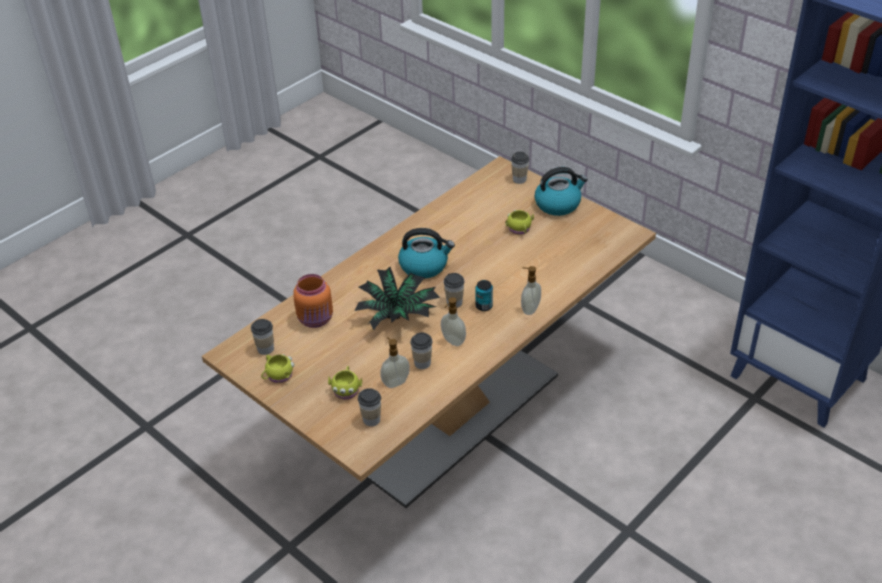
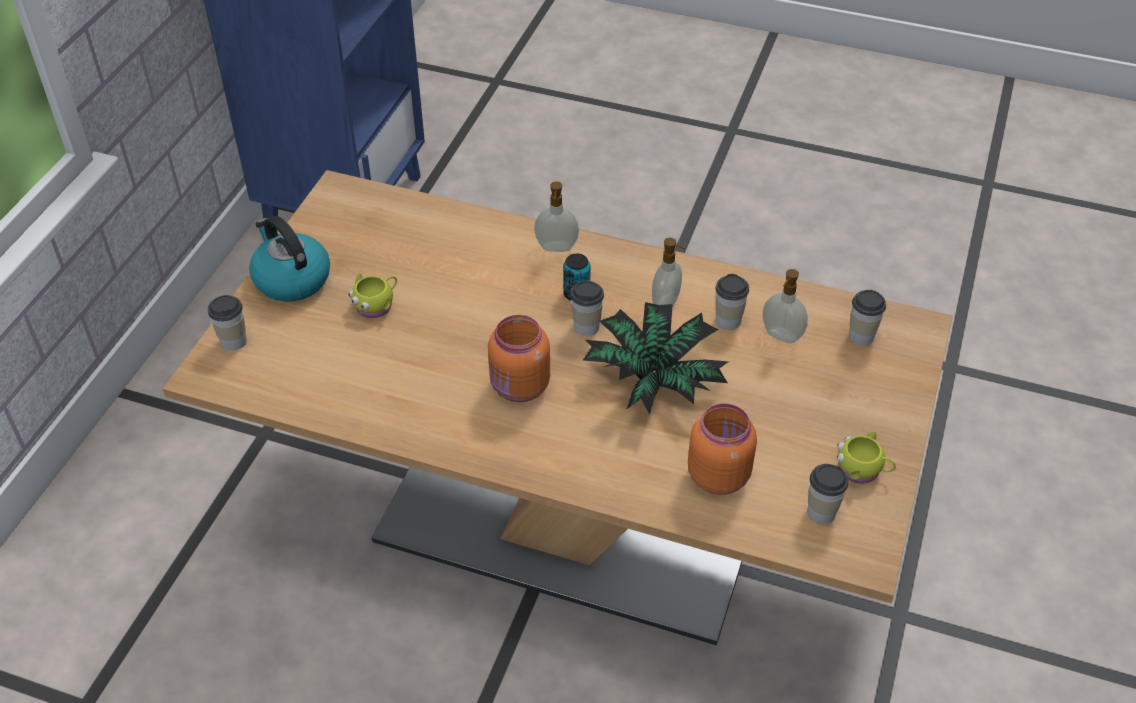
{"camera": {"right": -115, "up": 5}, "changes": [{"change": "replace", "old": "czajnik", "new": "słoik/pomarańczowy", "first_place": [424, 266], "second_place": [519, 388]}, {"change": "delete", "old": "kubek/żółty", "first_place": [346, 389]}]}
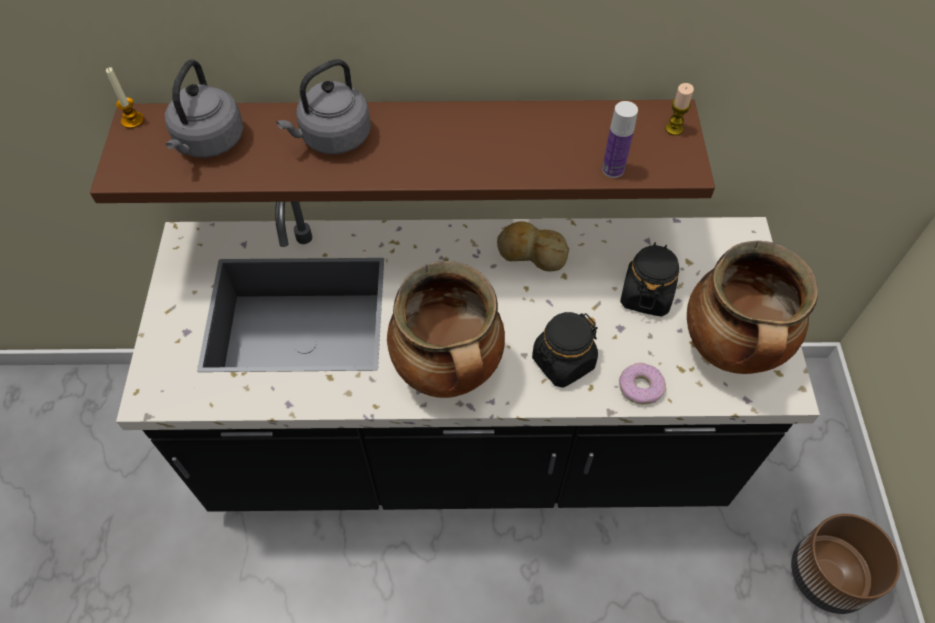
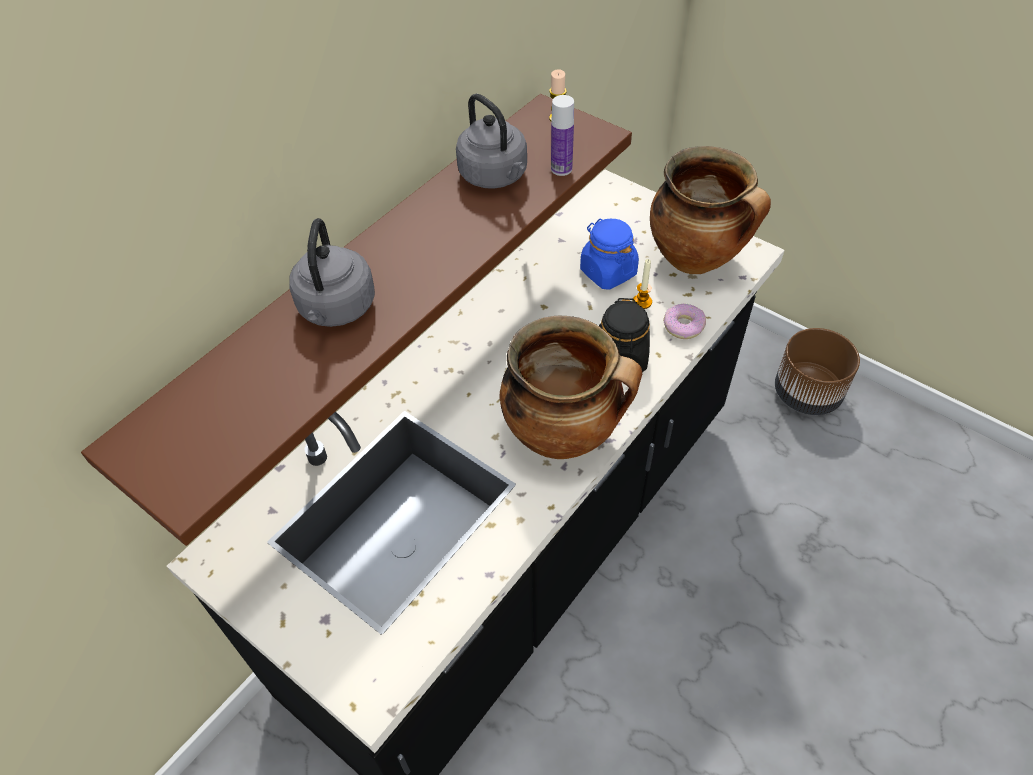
{"camera": {"right": -50, "up": -5}, "changes": [{"change": "move", "old": "czajnik/szary", "first_place": [209, 143], "second_place": [495, 176]}, {"change": "move", "old": "świeca", "first_place": [132, 120], "second_place": [642, 302]}, {"change": "delete", "old": "chleb", "first_place": [531, 253]}, {"change": "recolor", "old": "słoik/czarny", "new": "słoik/niebieski", "first_place": [646, 295], "second_place": [607, 272]}]}
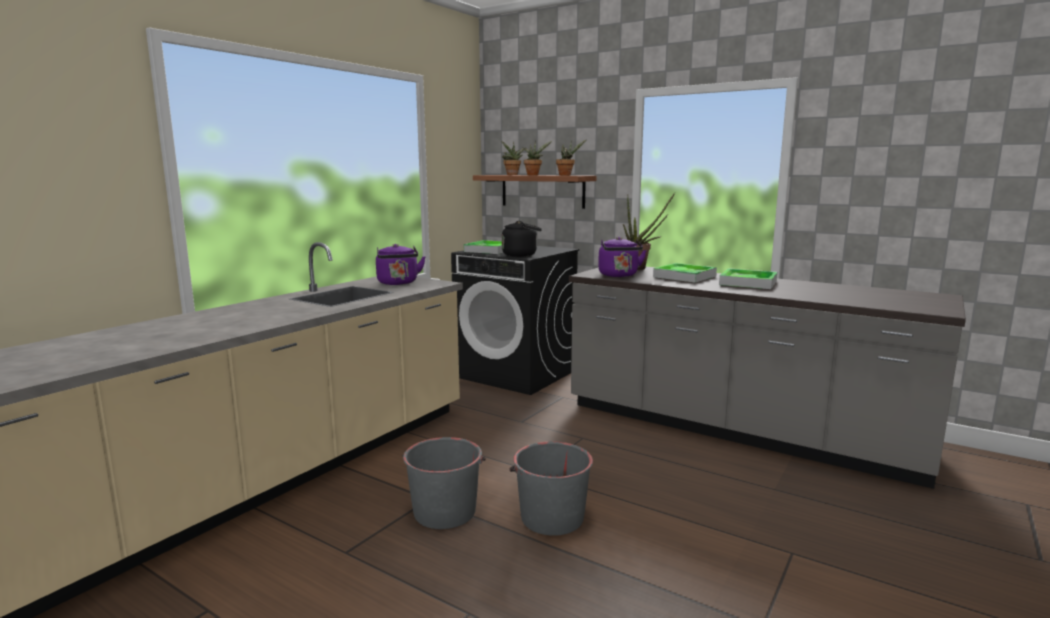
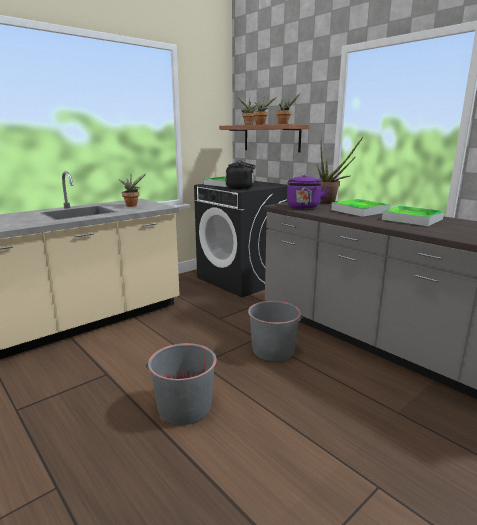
{"camera": {"right": 15, "up": 5}, "changes": [{"change": "replace", "old": "czajnik/fioletowy", "new": "roślina doniczkowa", "first_place": [398, 283], "second_place": [132, 205]}, {"change": "move", "old": "wiadro/szary", "first_place": [444, 512], "second_place": [273, 350]}]}
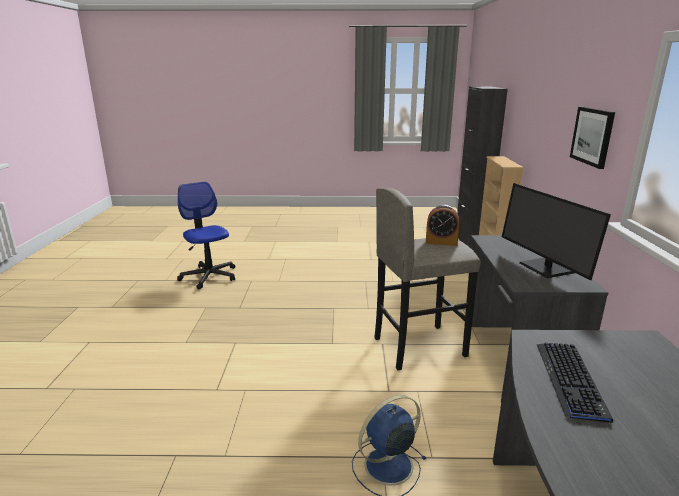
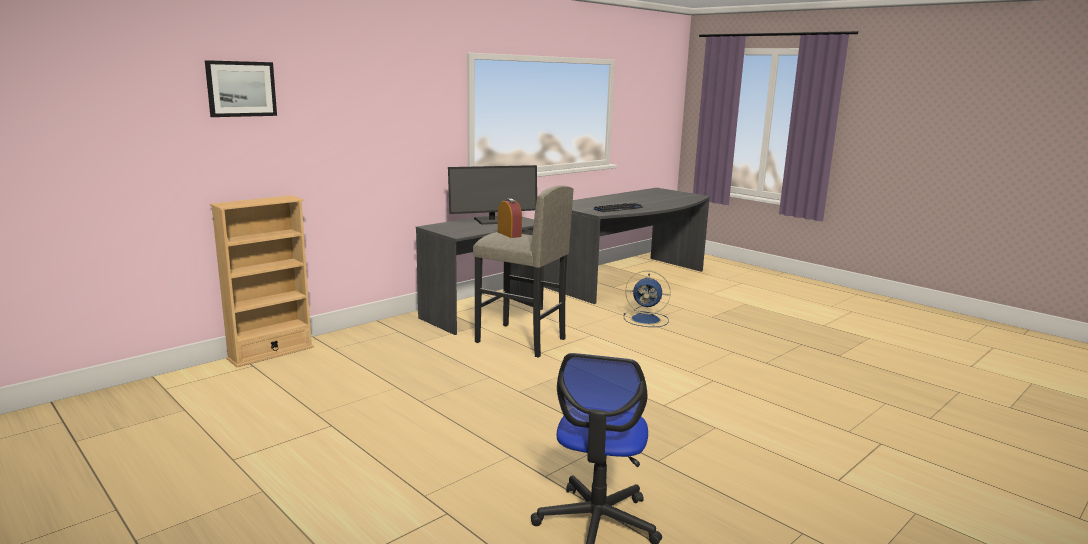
{"camera": {"right": -135, "up": -5}, "changes": [{"change": "delete", "old": "szafka/czarny", "first_place": [470, 242]}, {"change": "move", "old": "obraz", "first_place": [592, 136], "second_place": [241, 89]}, {"change": "rotate", "old": "monitor", "first_place": [547, 267], "second_place": [492, 221], "degrees": 45}]}
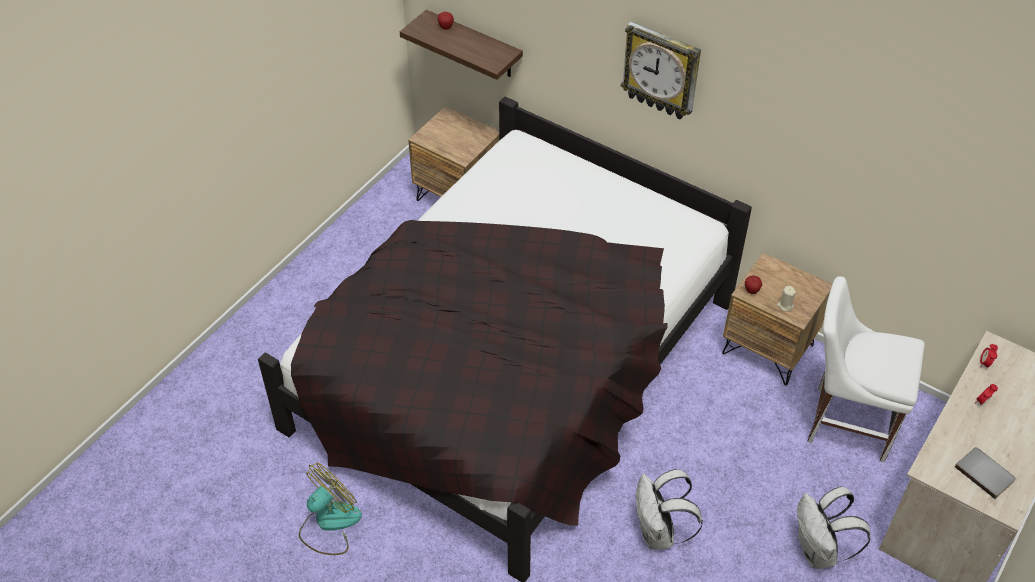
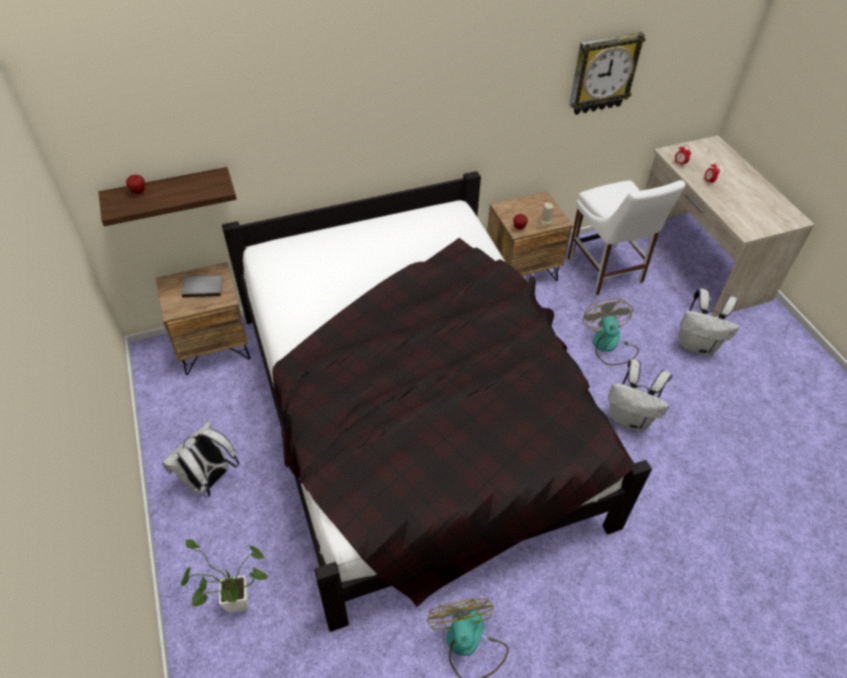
{"camera": {"right": -55, "up": 0}, "changes": [{"change": "move", "old": "zegar ścienny", "first_place": [661, 71], "second_place": [603, 73]}, {"change": "rotate", "old": "krzesło/biały", "first_place": [845, 421], "second_place": [606, 272], "degrees": -75}, {"change": "move", "old": "książka/szary", "first_place": [985, 473], "second_place": [203, 286]}, {"change": "insert", "new": "wentylator", "second_place": [609, 346]}, {"change": "insert", "new": "plecak/biały", "second_place": [209, 480]}, {"change": "insert", "new": "roślina doniczkowa", "second_place": [233, 604]}]}
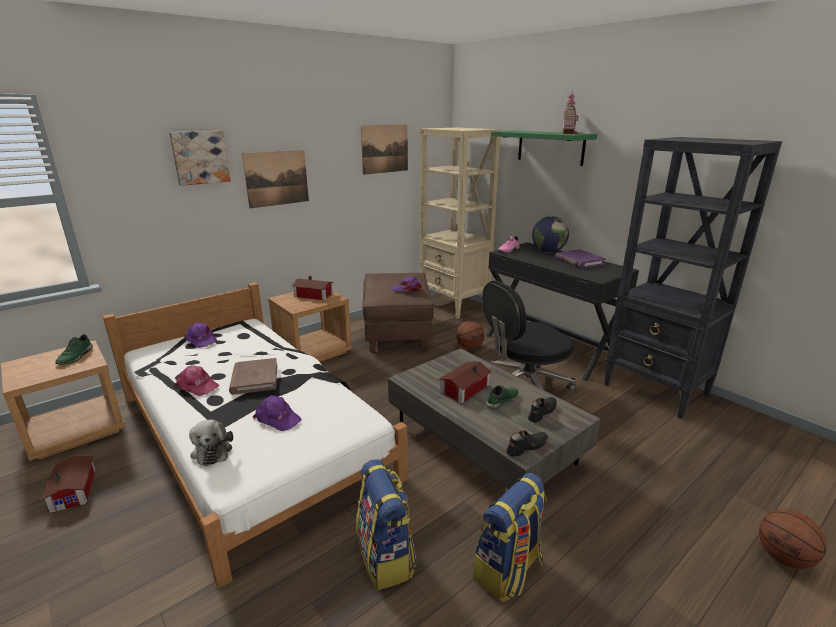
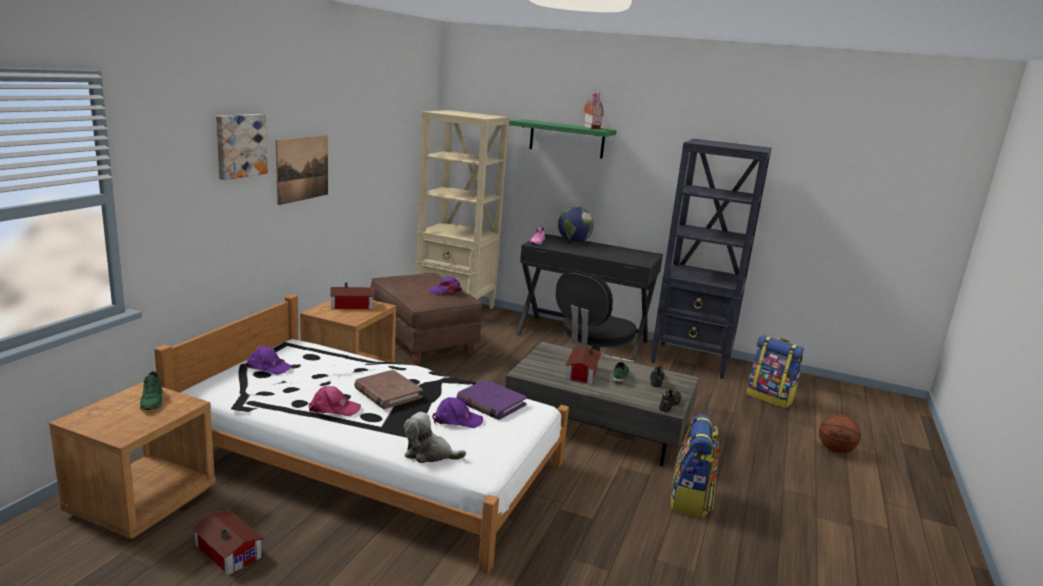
{"camera": {"right": -30, "up": -5}, "changes": [{"change": "delete", "old": "obraz", "first_place": [385, 149]}, {"change": "move", "old": "książka/fioletowy", "first_place": [579, 261], "second_place": [490, 403]}, {"change": "delete", "old": "piłka do koszykówki", "first_place": [469, 347]}, {"change": "rotate", "old": "pluszak", "first_place": [212, 450], "second_place": [429, 454], "degrees": 150}, {"change": "move", "old": "plecak", "first_place": [386, 557], "second_place": [770, 398]}]}
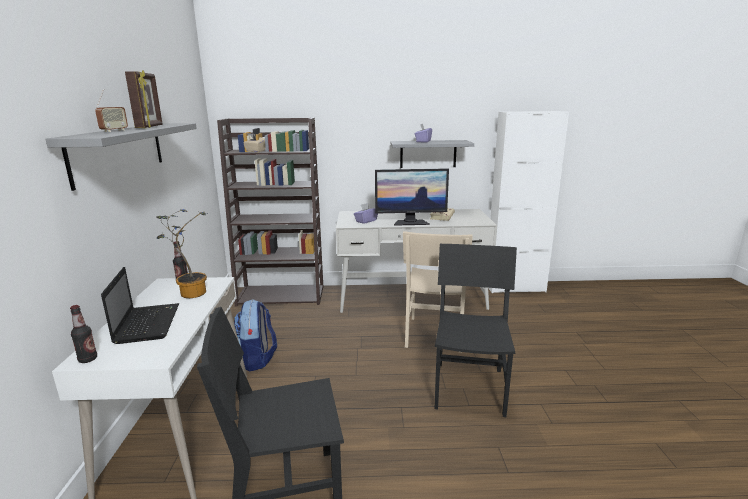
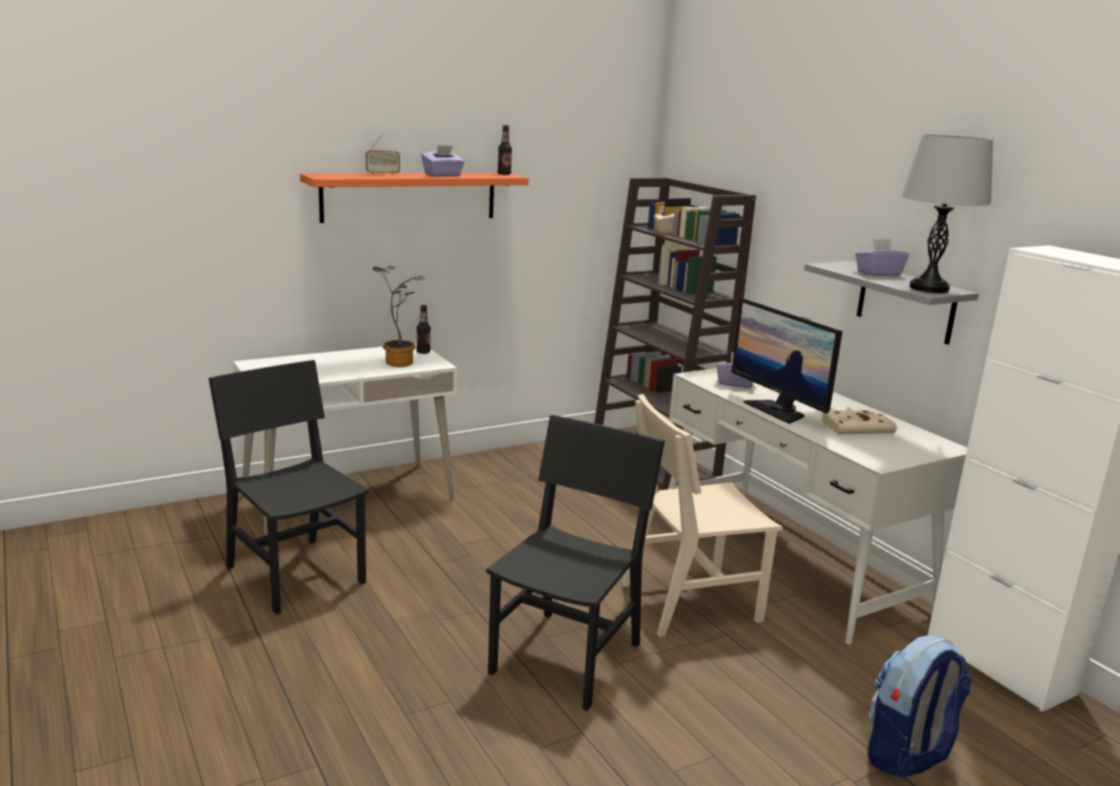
{"camera": {"right": 60, "up": 0}, "changes": [{"change": "replace", "old": "ramka na zdjęcie", "new": "pudełko chusteczek/fioletowy", "first_place": [150, 127], "second_place": [443, 175]}, {"change": "recolor", "old": "półka/szary", "new": "półka/pomarańczowy", "first_place": [119, 151], "second_place": [410, 196]}, {"change": "rotate", "old": "krzesło/czarny", "first_place": [469, 388], "second_place": [566, 658], "degrees": -45}, {"change": "delete", "old": "laptop", "first_place": [147, 323]}, {"change": "move", "old": "plecak", "first_place": [257, 359], "second_place": [907, 755]}, {"change": "move", "old": "butelka", "first_place": [88, 359], "second_place": [504, 174]}, {"change": "insert", "new": "lampa stołowa/szary", "second_place": [928, 288]}]}
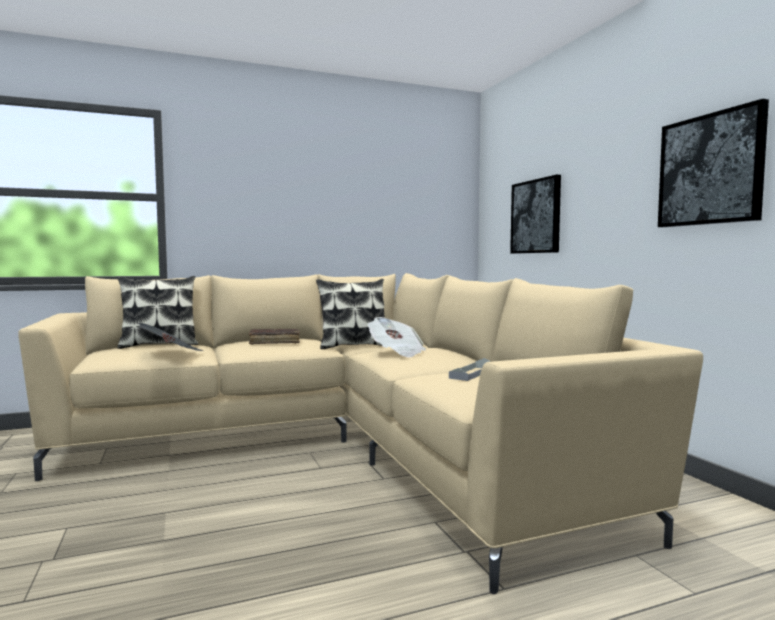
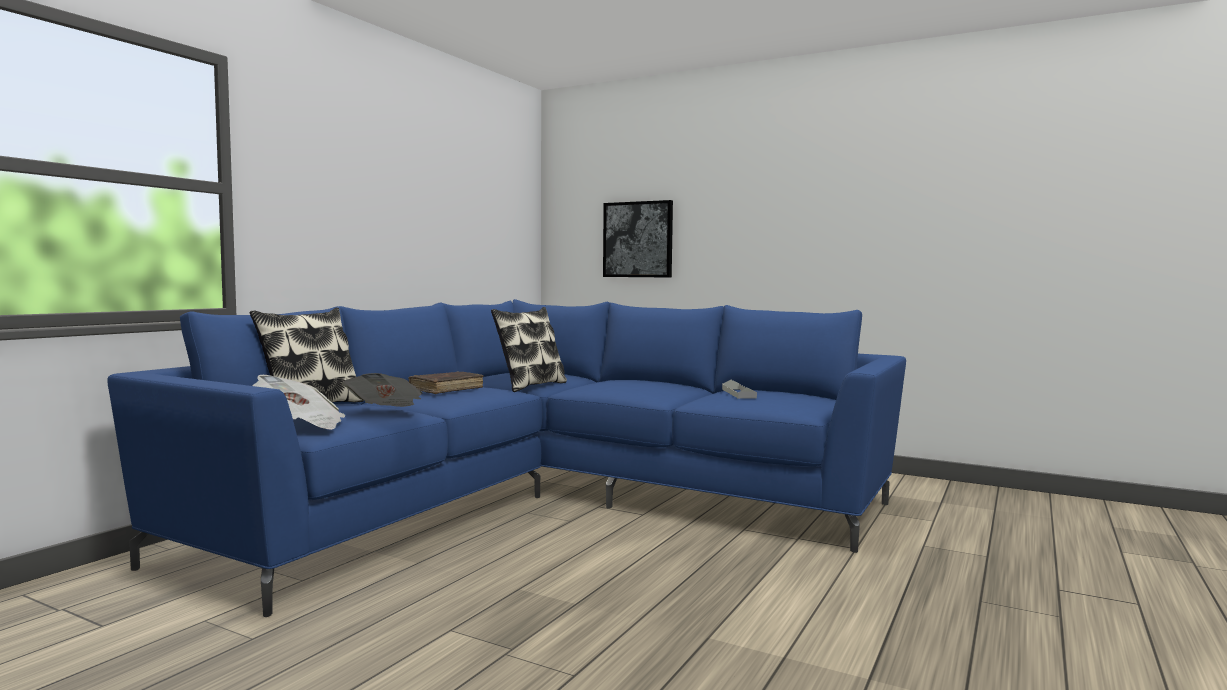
{"camera": {"right": -40, "up": 0}, "changes": [{"change": "delete", "old": "obraz", "first_place": [710, 170]}, {"change": "recolor", "old": "kanapa/beżowy", "new": "kanapa/niebieski", "first_place": [339, 447], "second_place": [544, 502]}, {"change": "move", "old": "gazeta", "first_place": [396, 352], "second_place": [301, 425]}]}
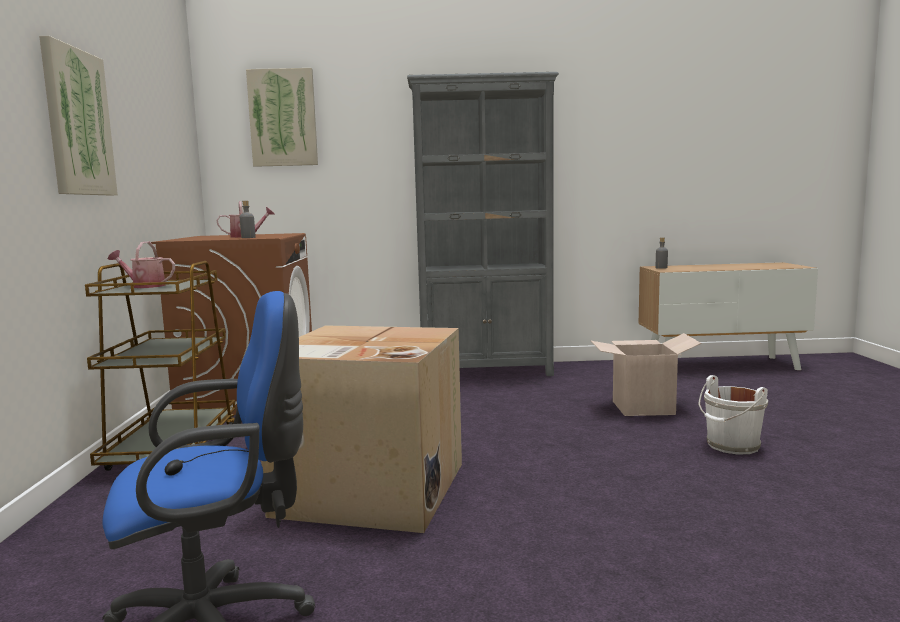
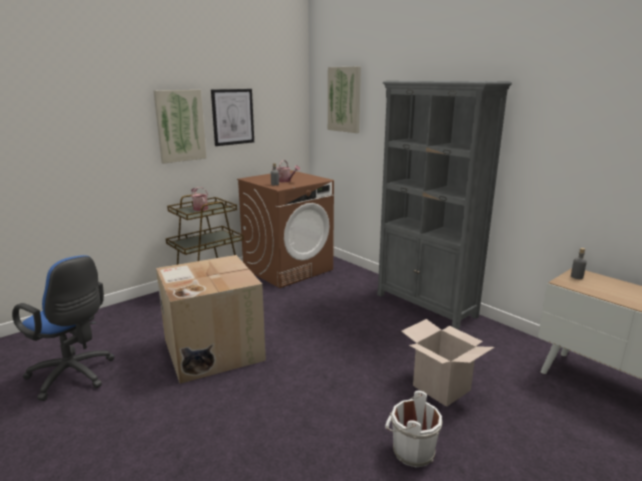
{"camera": {"right": 50, "up": 10}, "changes": [{"change": "insert", "new": "obraz", "second_place": [233, 117]}]}
